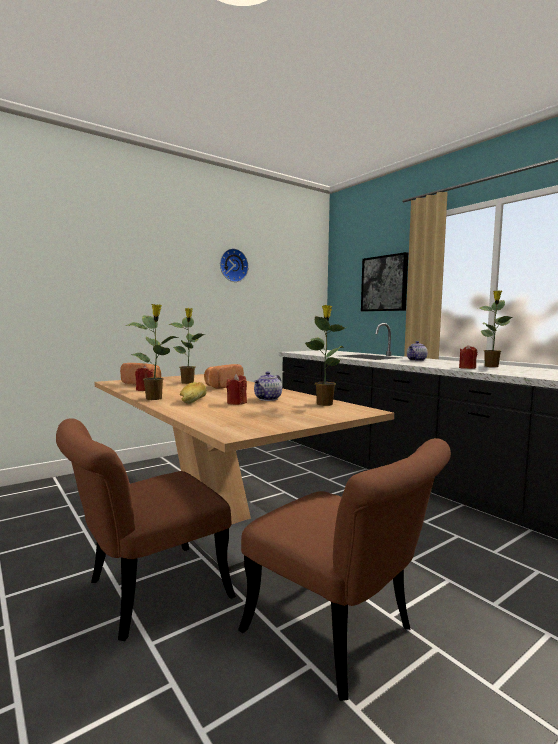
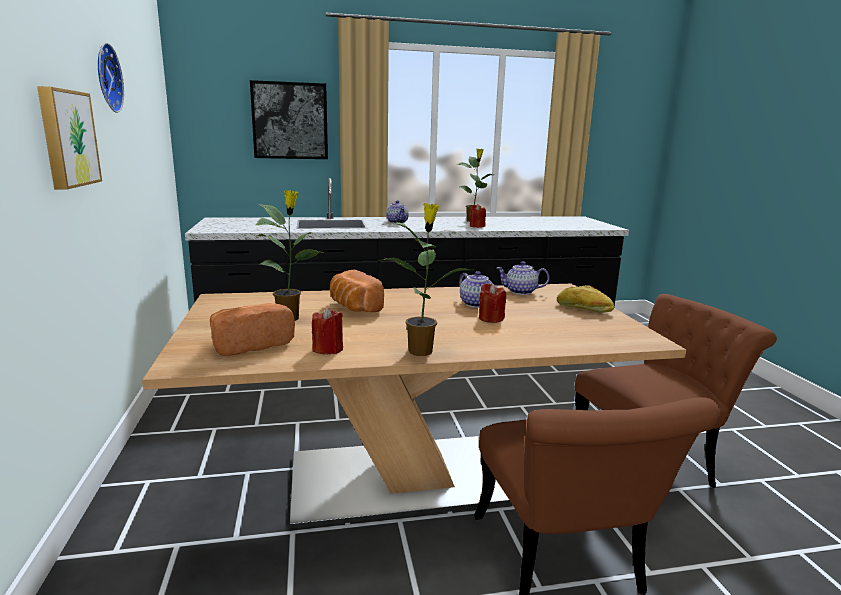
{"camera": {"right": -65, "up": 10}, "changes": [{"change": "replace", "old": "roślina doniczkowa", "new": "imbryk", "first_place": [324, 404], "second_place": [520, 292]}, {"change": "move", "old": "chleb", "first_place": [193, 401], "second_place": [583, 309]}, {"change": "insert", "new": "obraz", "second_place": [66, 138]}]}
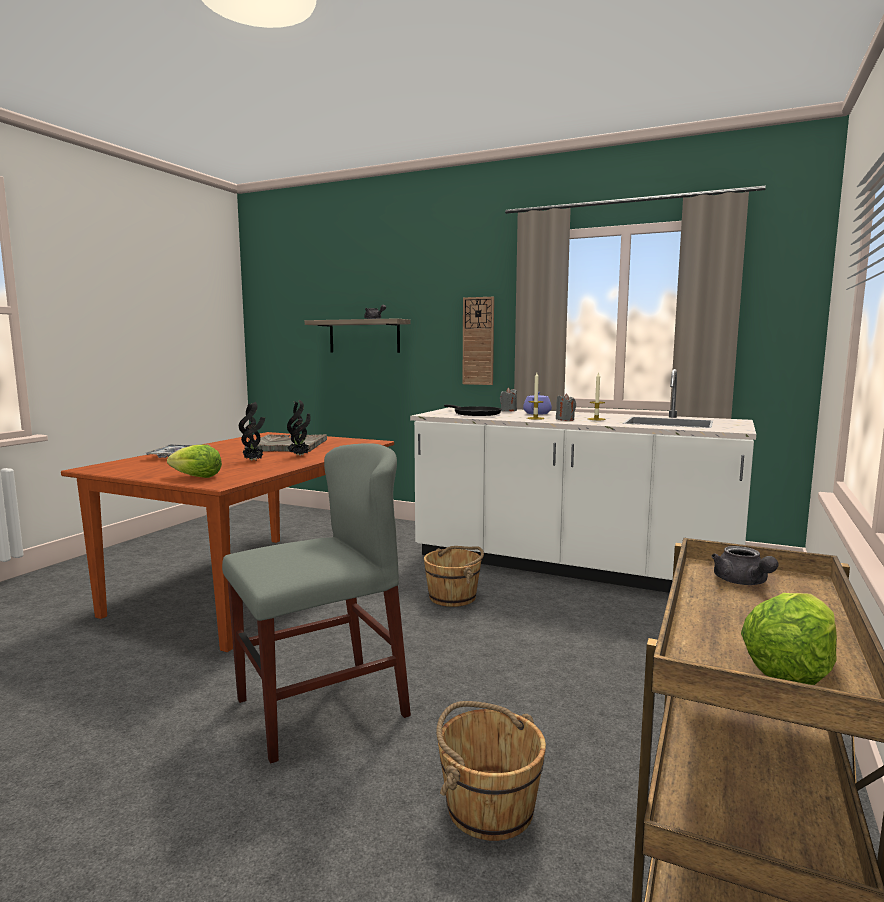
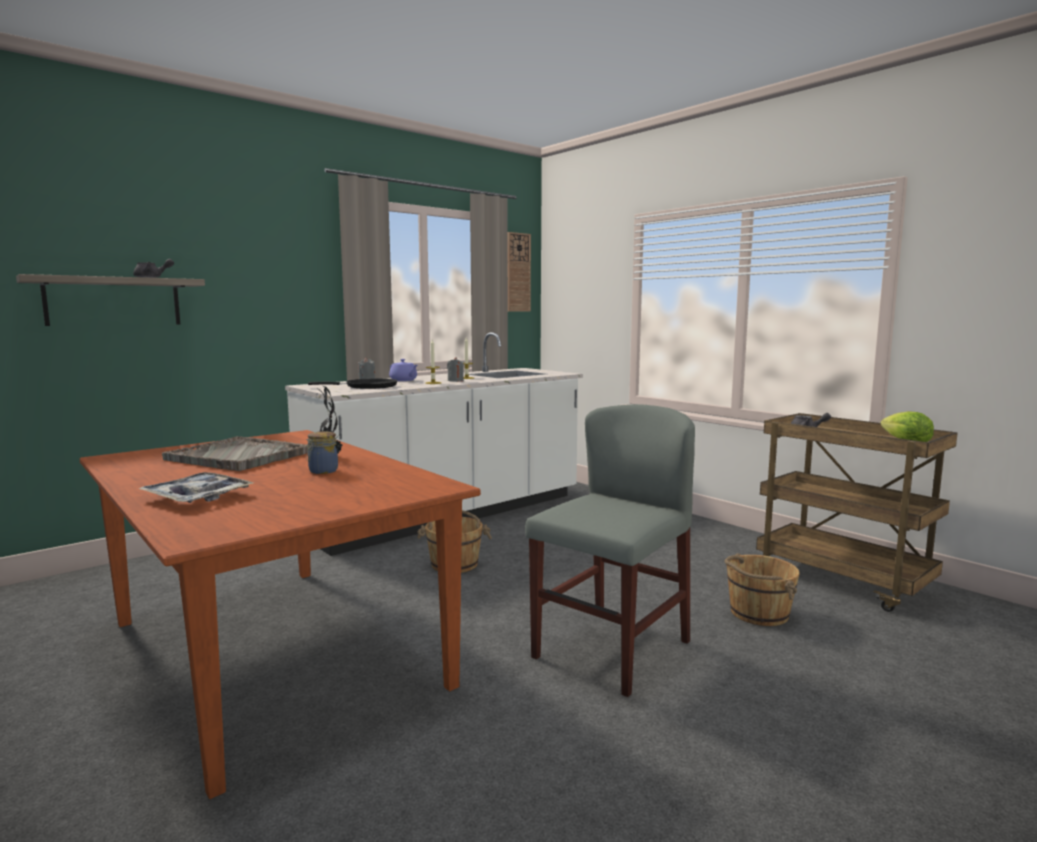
{"camera": {"right": -65, "up": 0}, "changes": [{"change": "move", "old": "zegar ścienny", "first_place": [478, 341], "second_place": [518, 272]}, {"change": "replace", "old": "roślina doniczkowa", "new": "słoik", "first_place": [254, 460], "second_place": [322, 471]}, {"change": "rotate", "old": "krzesło/szary", "first_place": [321, 707], "second_place": [611, 649], "degrees": 45}, {"change": "delete", "old": "sałata", "first_place": [197, 477]}]}
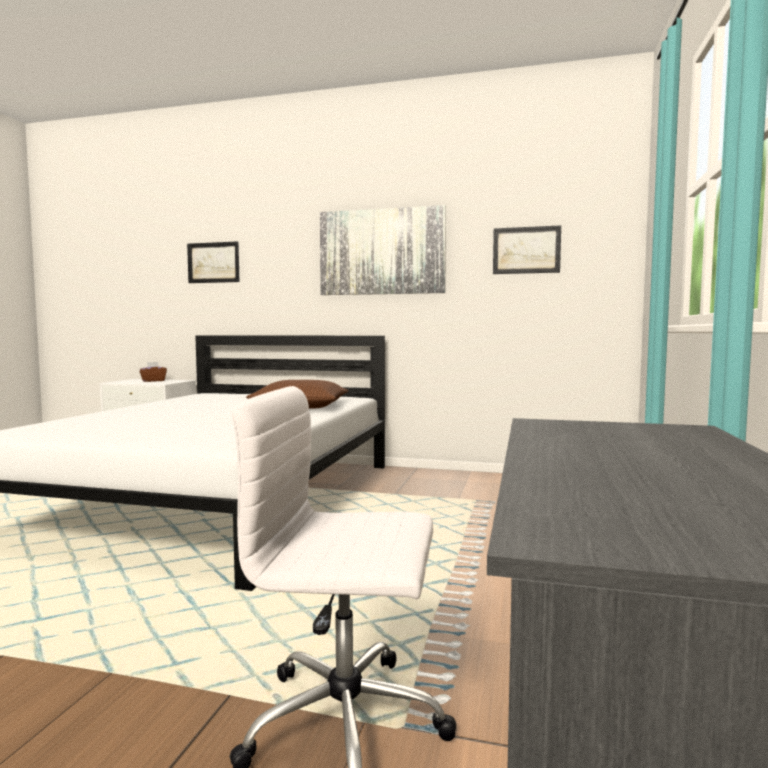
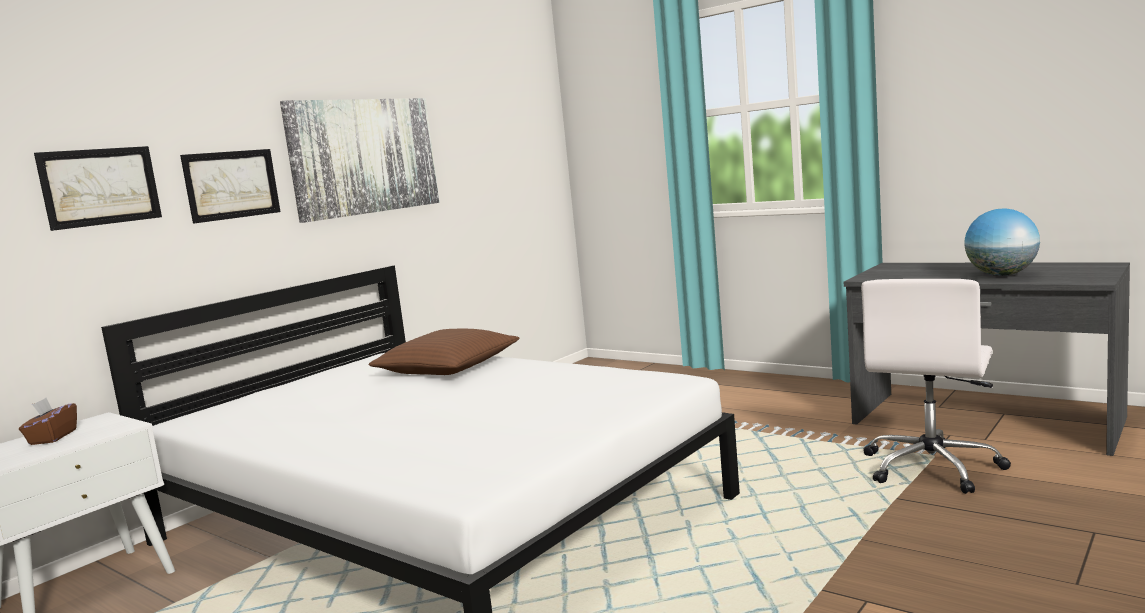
{"camera": {"right": -65, "up": 5}, "changes": [{"change": "move", "old": "obraz", "first_place": [526, 250], "second_place": [232, 185]}, {"change": "insert", "new": "globus", "second_place": [1002, 275]}]}
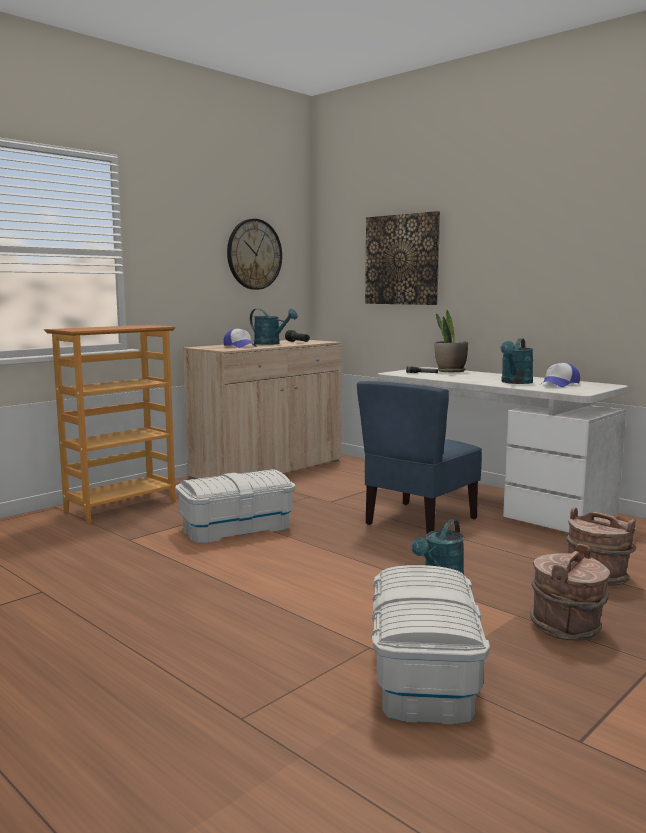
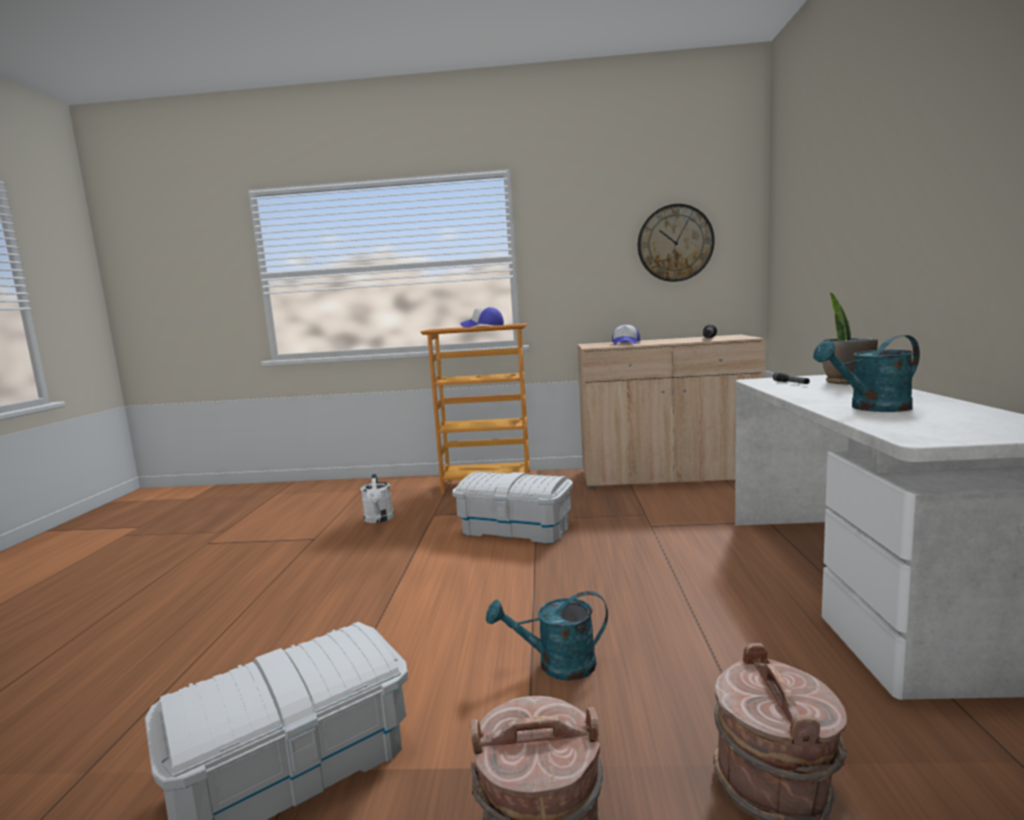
{"camera": {"right": 50, "up": 0}, "changes": [{"change": "delete", "old": "obraz", "first_place": [402, 259]}, {"change": "delete", "old": "konewka/turkusowy", "first_place": [271, 344]}, {"change": "move", "old": "czapka z daszkiem", "first_place": [559, 384], "second_place": [482, 326]}, {"change": "delete", "old": "krzesło/niebieski", "first_place": [419, 521]}, {"change": "insert", "new": "konewka/biały", "second_place": [379, 519]}]}
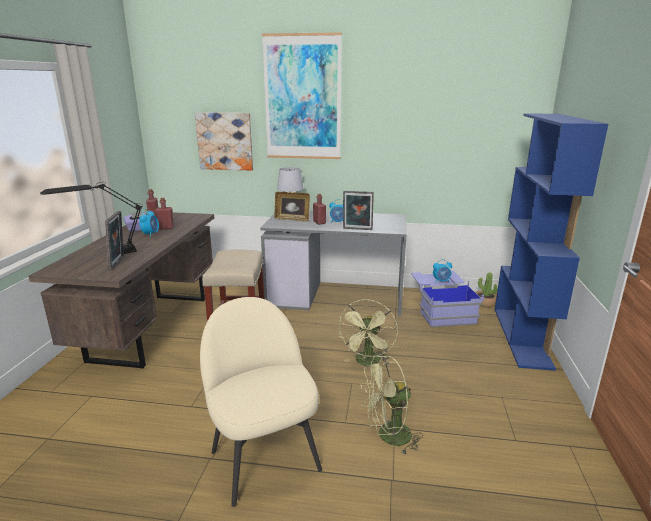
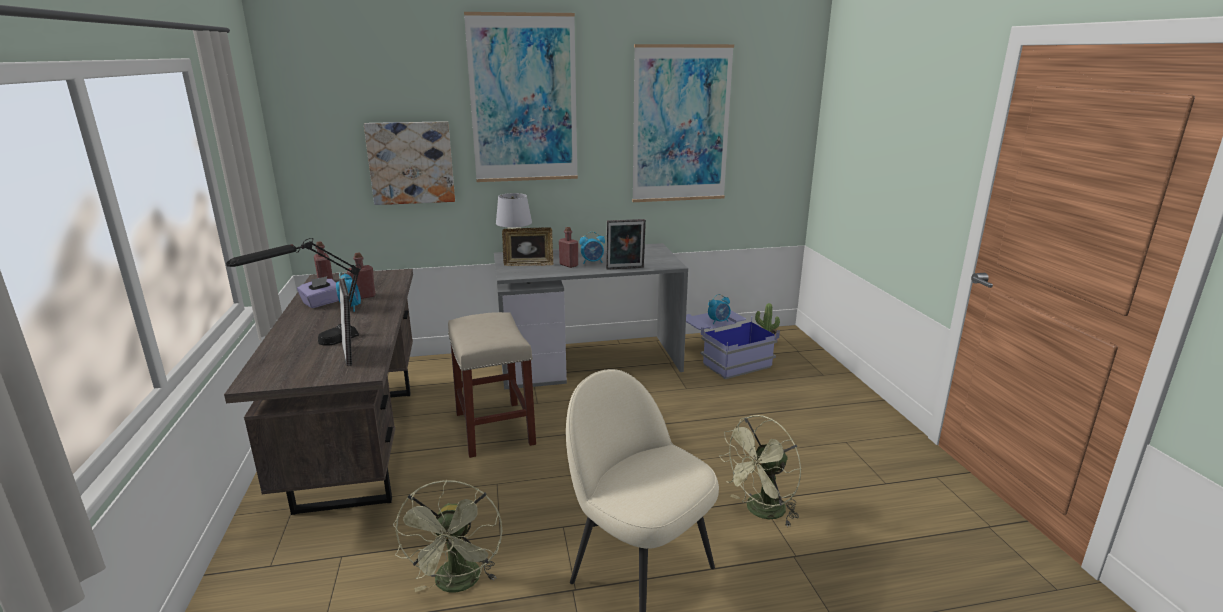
{"camera": {"right": -20, "up": 0}, "changes": [{"change": "delete", "old": "regał/niebieski", "first_place": [522, 337]}, {"change": "move", "old": "wentylator/zielony", "first_place": [368, 363], "second_place": [458, 585]}, {"change": "insert", "new": "obraz", "second_place": [681, 125]}]}
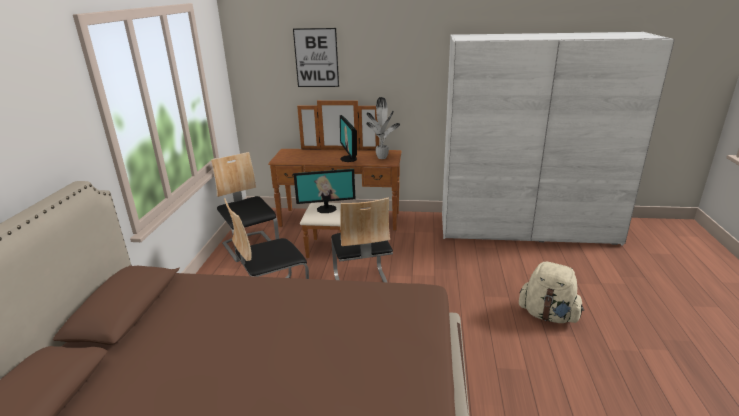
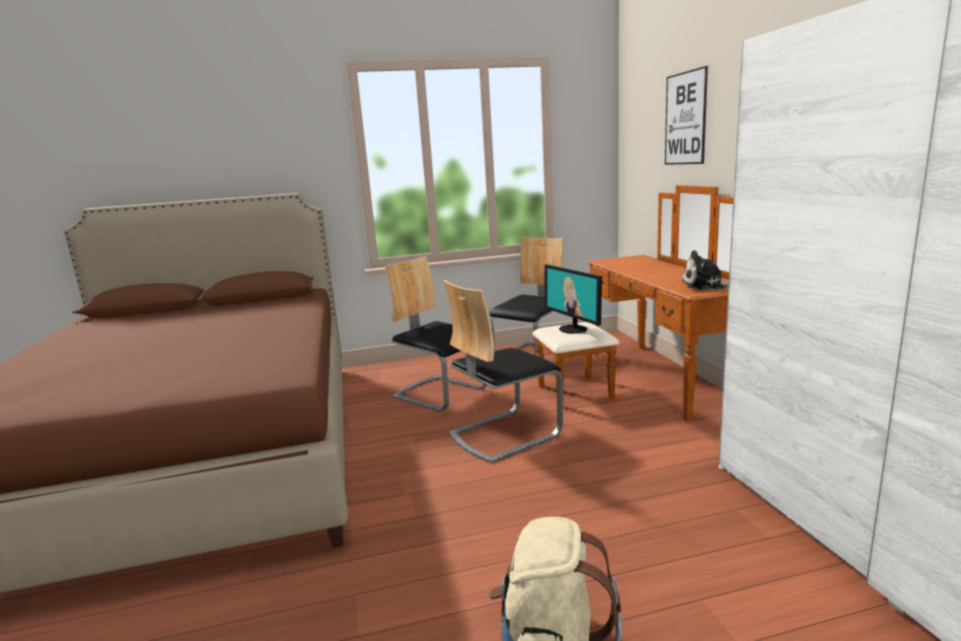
{"camera": {"right": 70, "up": -10}, "changes": [{"change": "replace", "old": "roślina doniczkowa", "new": "pluszak", "first_place": [382, 157], "second_place": [705, 286]}, {"change": "delete", "old": "monitor", "first_place": [349, 159]}]}
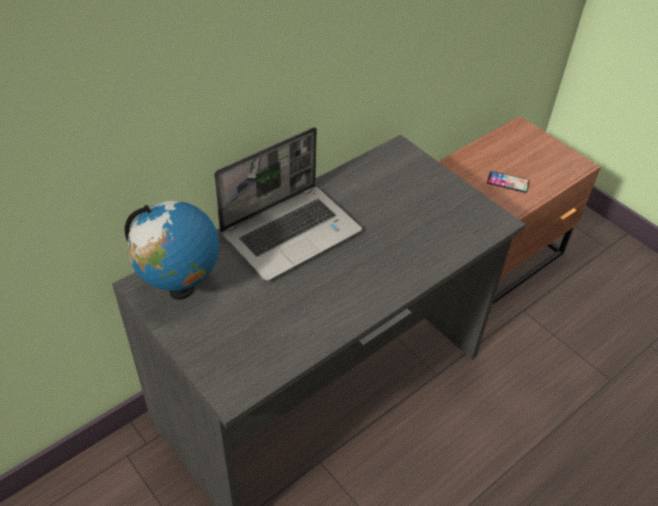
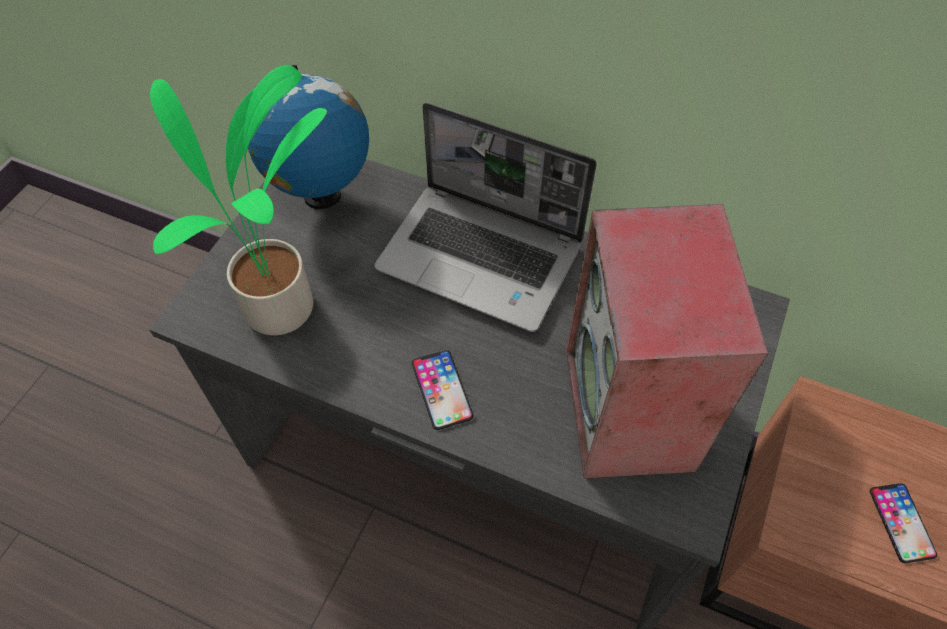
{"camera": {"right": 65, "up": 10}, "changes": [{"change": "insert", "new": "roślina doniczkowa", "second_place": [284, 309]}, {"change": "insert", "new": "głośnik", "second_place": [630, 410]}, {"change": "insert", "new": "telefon", "second_place": [441, 389]}]}
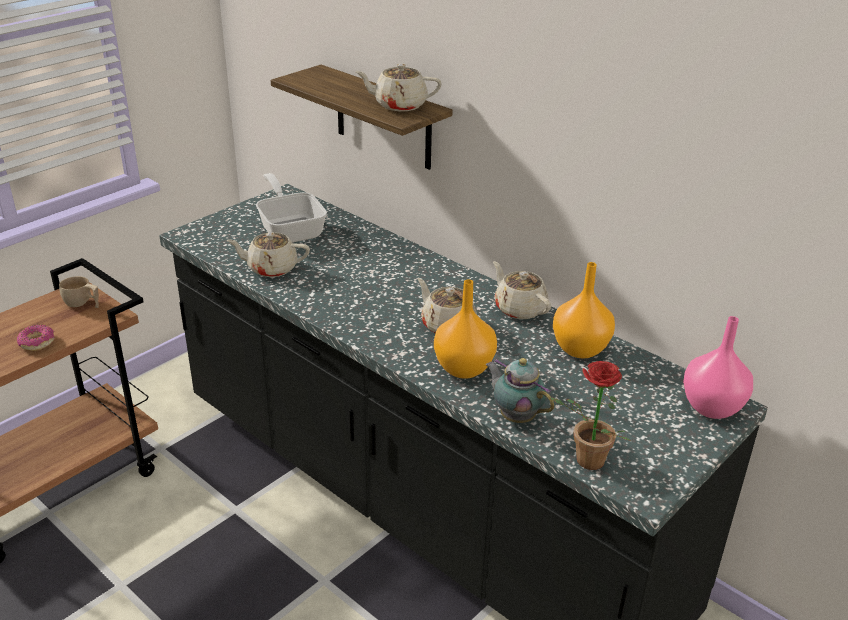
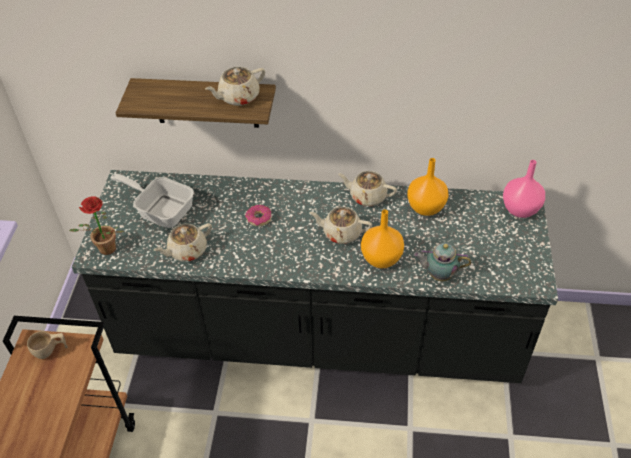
{"camera": {"right": -35, "up": 15}, "changes": [{"change": "move", "old": "donut", "first_place": [37, 343], "second_place": [259, 218]}, {"change": "move", "old": "roślina doniczkowa", "first_place": [584, 461], "second_place": [104, 251]}]}
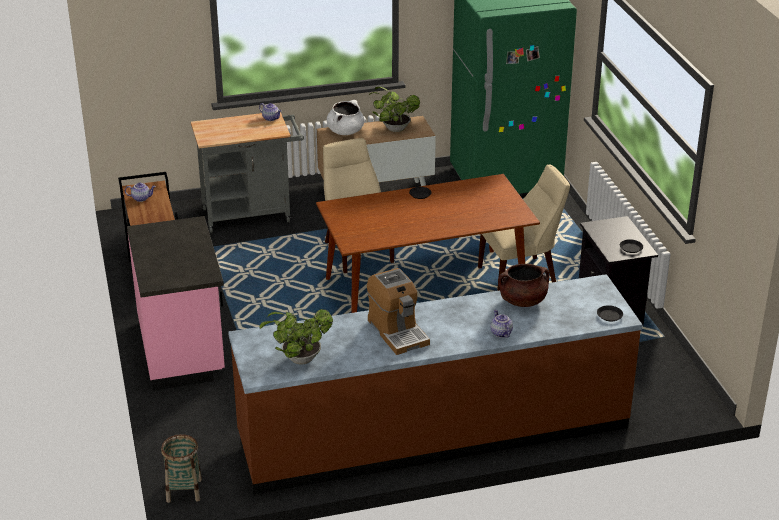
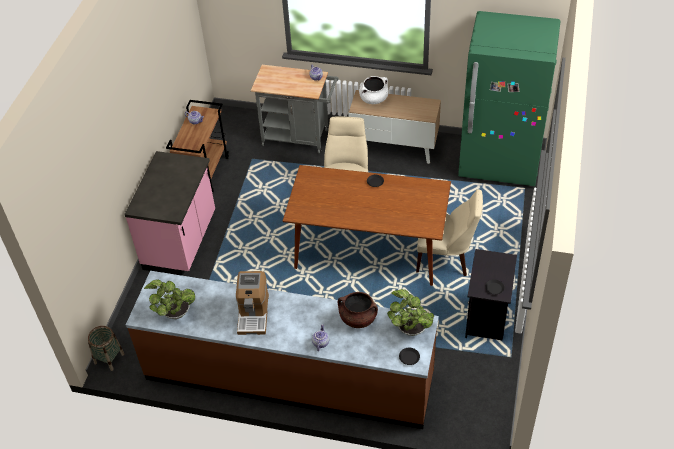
{"camera": {"right": 30, "up": 15}, "changes": [{"change": "move", "old": "roślina doniczkowa", "first_place": [393, 128], "second_place": [410, 328]}]}
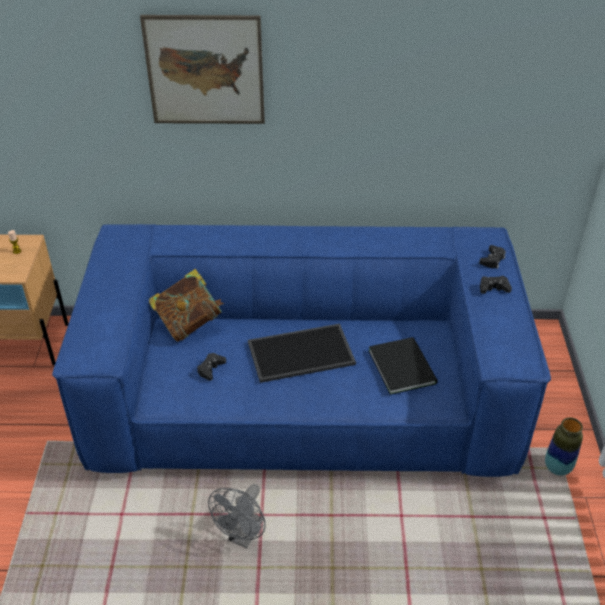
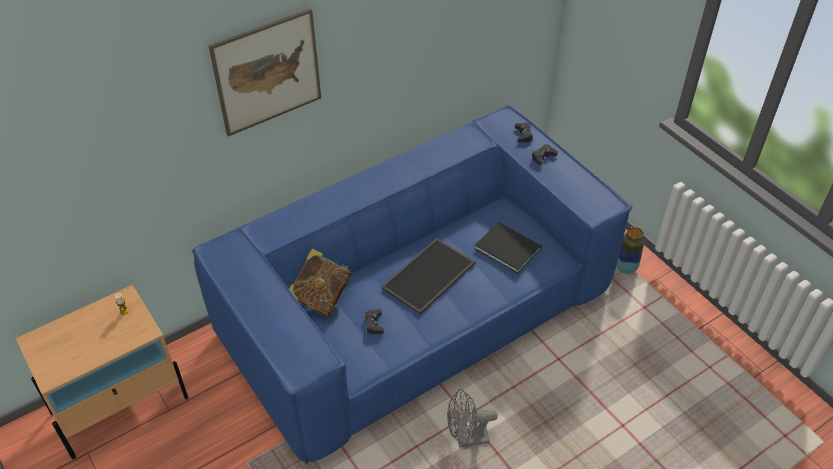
{"camera": {"right": -35, "up": 5}, "changes": [{"change": "rotate", "old": "wentylator/szary", "first_place": [243, 536], "second_place": [467, 439], "degrees": 90}]}
